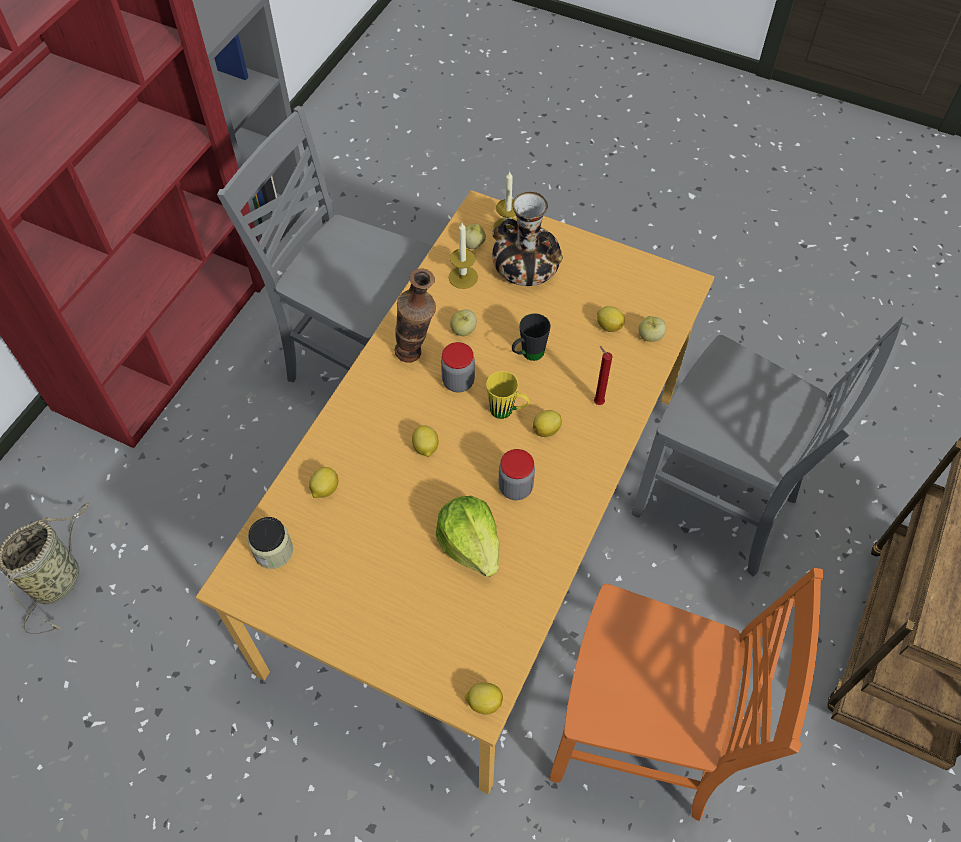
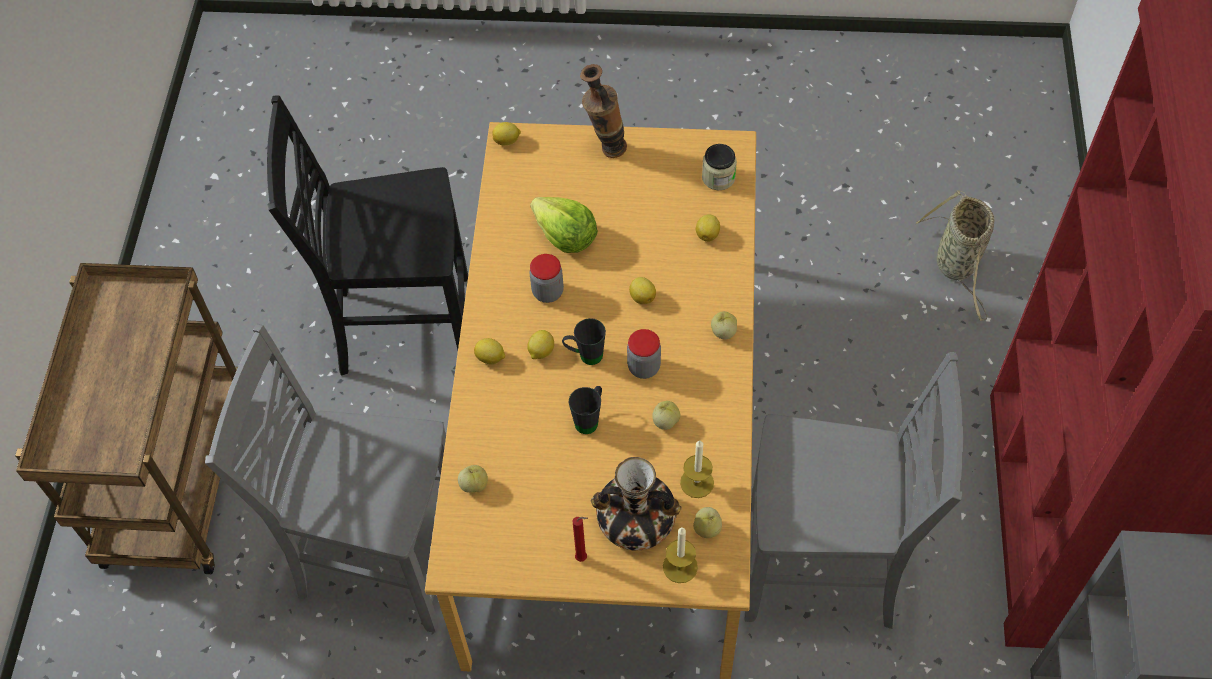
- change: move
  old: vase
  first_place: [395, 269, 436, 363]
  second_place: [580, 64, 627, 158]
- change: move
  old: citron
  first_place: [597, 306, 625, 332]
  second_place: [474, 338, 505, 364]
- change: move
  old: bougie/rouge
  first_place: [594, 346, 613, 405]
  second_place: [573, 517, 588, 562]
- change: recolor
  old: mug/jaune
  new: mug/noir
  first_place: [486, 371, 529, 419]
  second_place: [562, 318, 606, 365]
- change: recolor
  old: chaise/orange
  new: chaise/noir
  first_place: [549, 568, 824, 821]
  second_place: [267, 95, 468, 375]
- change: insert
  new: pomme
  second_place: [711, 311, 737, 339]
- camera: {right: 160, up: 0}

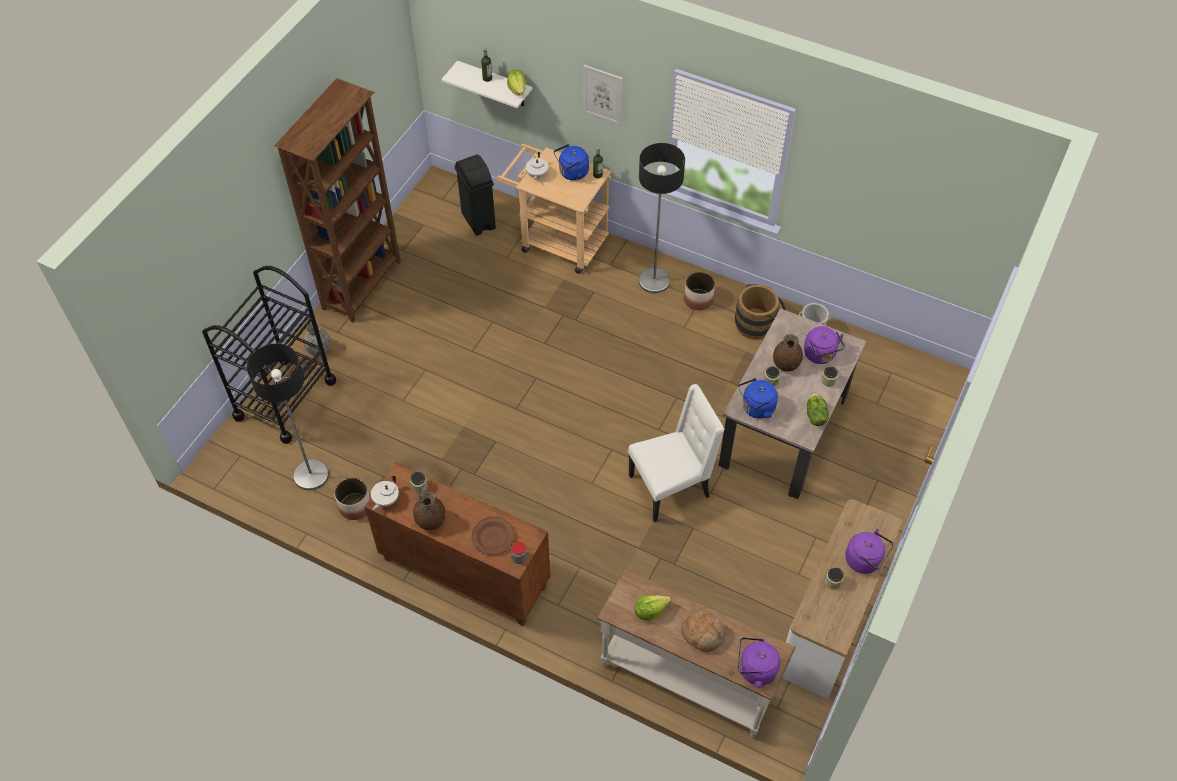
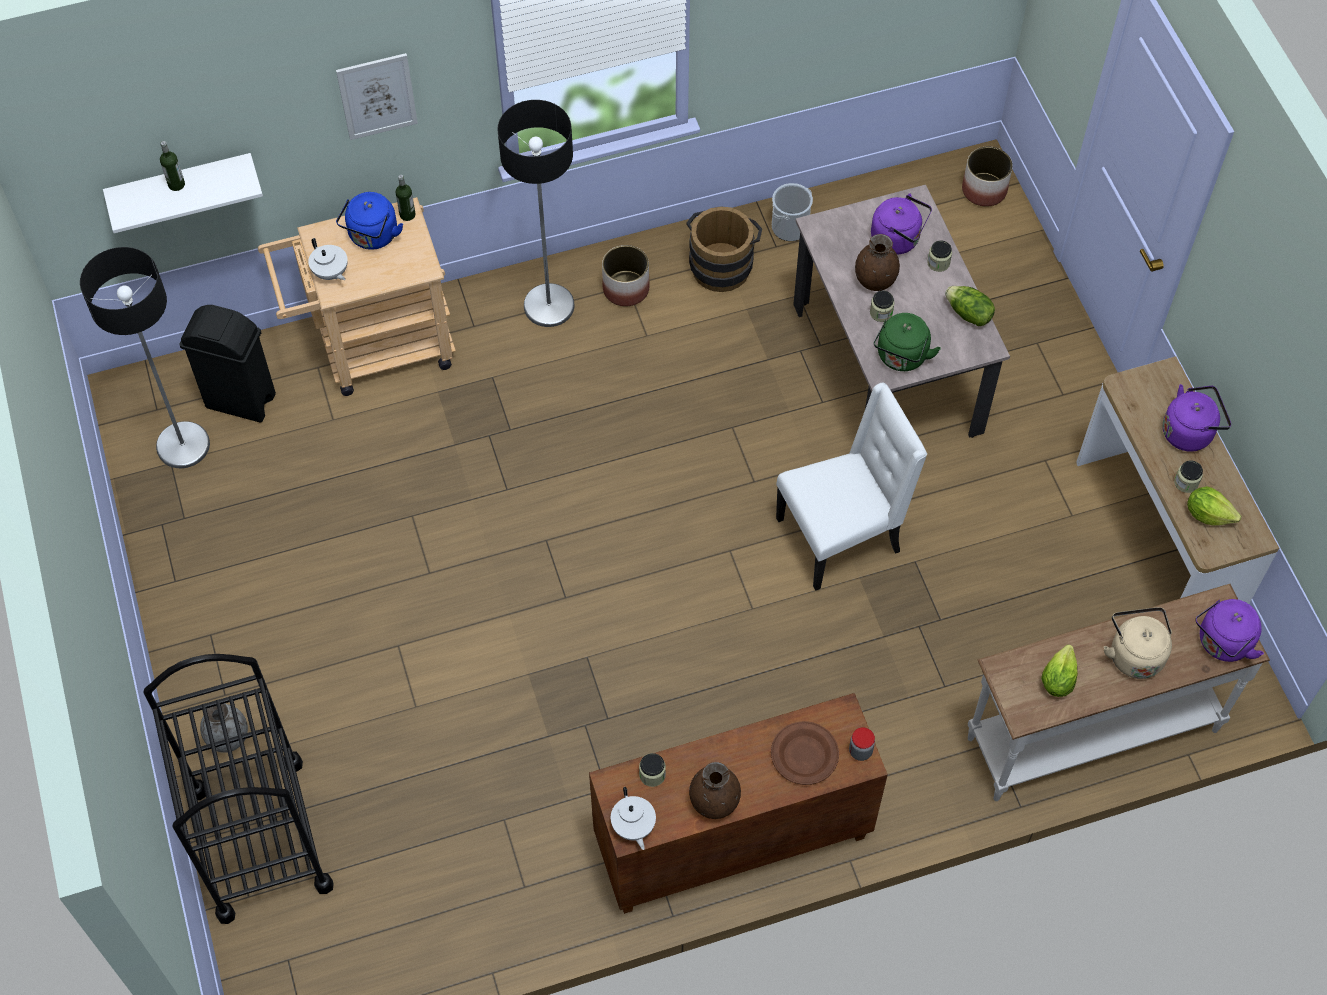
- change: move
  old: laitue
  first_place: [507, 70, 526, 96]
  second_place: [1187, 486, 1241, 526]
- change: delete
  old: bibliothèque/marron
  first_place: [274, 78, 401, 323]
- change: move
  old: lampadaire
  first_place: [247, 344, 329, 490]
  second_place: [80, 247, 210, 468]
- change: recolor
  old: bouilloire/bleu
  new: bouilloire/vert
  first_place: [738, 378, 778, 419]
  second_place: [874, 313, 941, 371]
- change: rotate
  old: chaise/blanc
  first_place: [628, 384, 725, 522]
  second_place: [776, 383, 927, 591]
  degrees: 45
- change: move
  old: cache-pot
  first_place: [334, 477, 370, 520]
  second_place: [962, 146, 1013, 207]
- change: replace
  old: pain
  new: bouilloire/beige
  first_place: [681, 611, 726, 652]
  second_place: [1104, 607, 1172, 679]
- camera: {right: -45, up: 5}

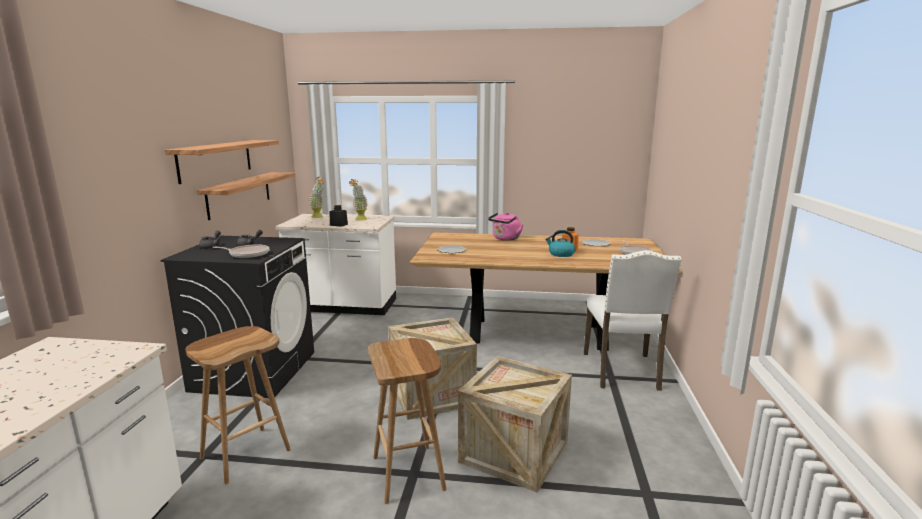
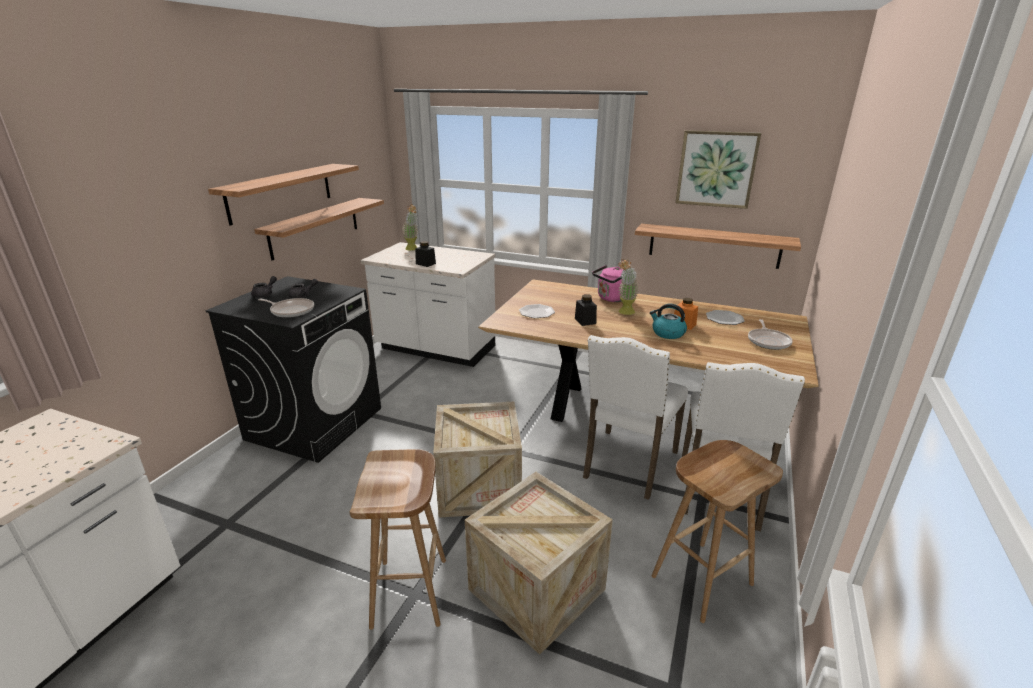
- change: move
  old: plante en pot
  first_place: [349, 179, 367, 221]
  second_place: [618, 259, 639, 315]
- change: move
  old: tabouret/marron
  first_place: [185, 326, 291, 484]
  second_place: [652, 440, 783, 623]
- change: insert
  new: tableau
  second_place: [675, 130, 761, 209]
- change: insert
  new: étagère
  second_place: [635, 224, 801, 269]
- change: insert
  new: bocal/noir
  second_place: [575, 294, 597, 326]
- change: insert
  new: chaise/blanc
  second_place: [583, 335, 688, 500]
- camera: {right: 15, up: 10}

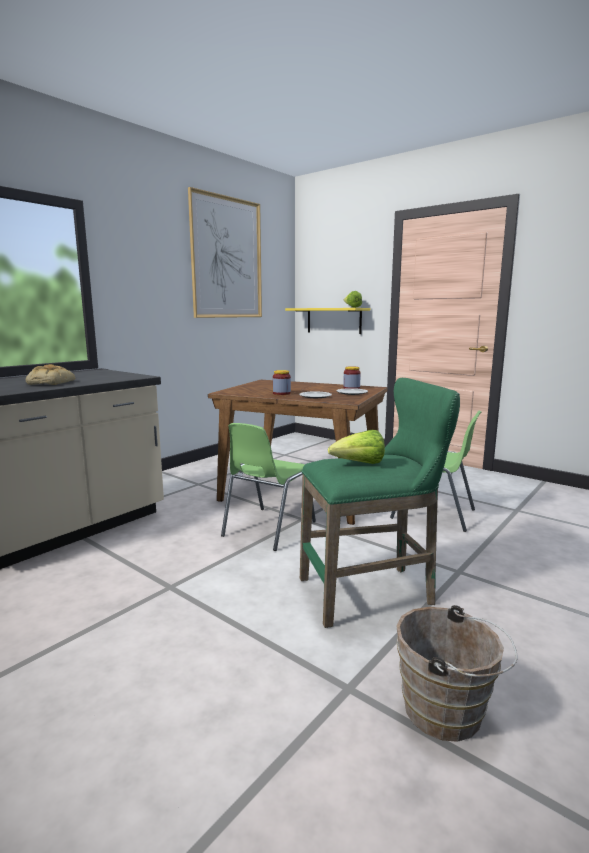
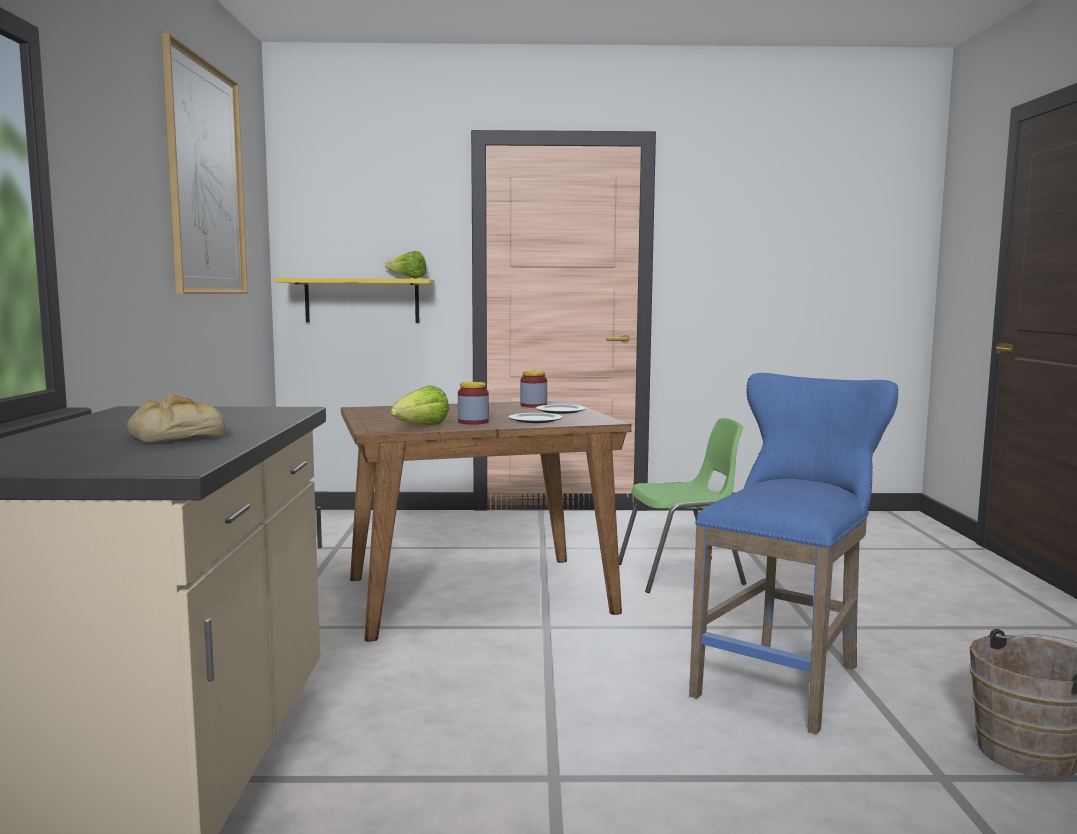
- change: recolor
  old: tabouret/vert
  new: tabouret/bleu
  first_place: [300, 378, 460, 628]
  second_place: [689, 373, 898, 735]
- change: delete
  old: chaise/vert
  first_place: [221, 423, 316, 551]
- change: move
  old: laitue
  first_place: [328, 430, 385, 464]
  second_place: [391, 385, 449, 426]
- camera: {right: -40, up: -5}

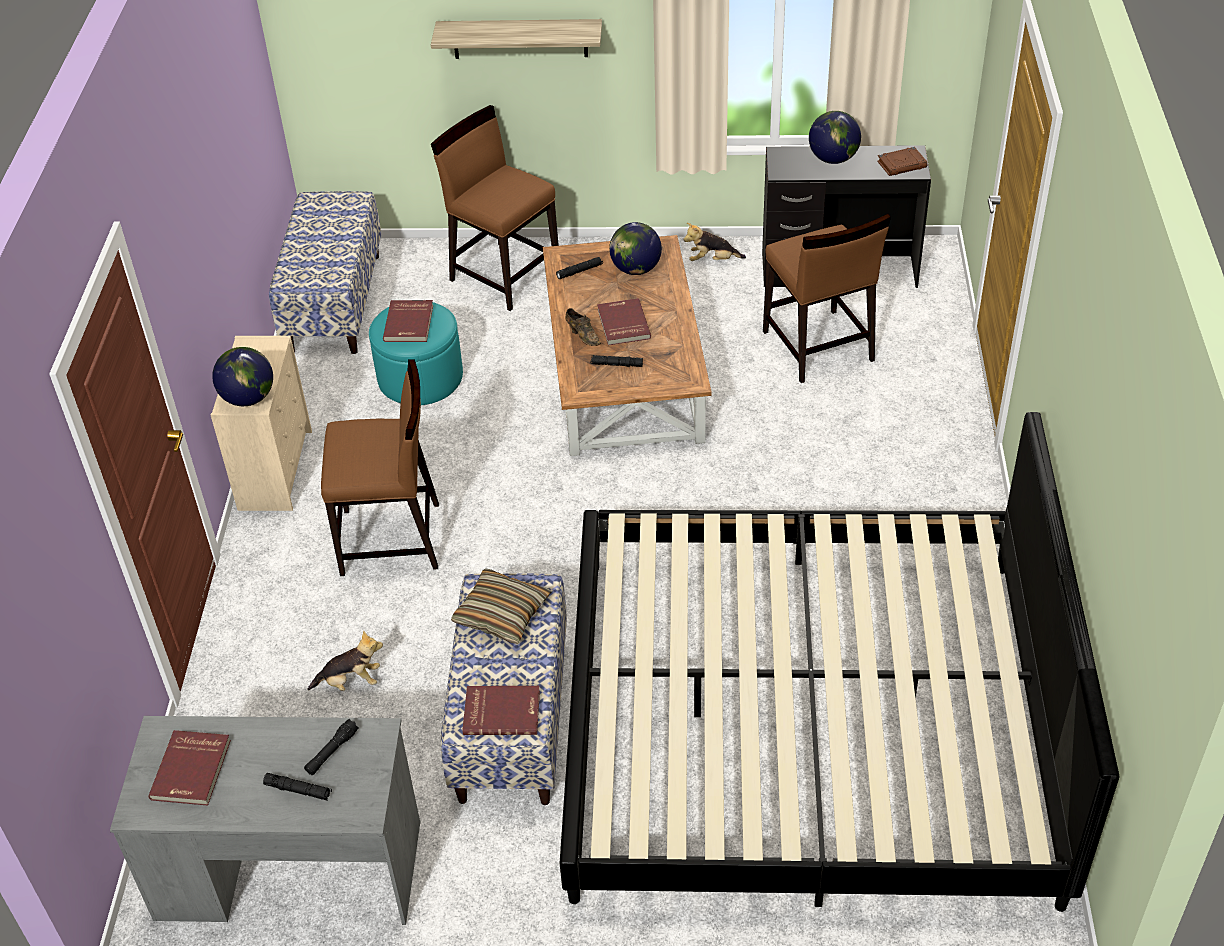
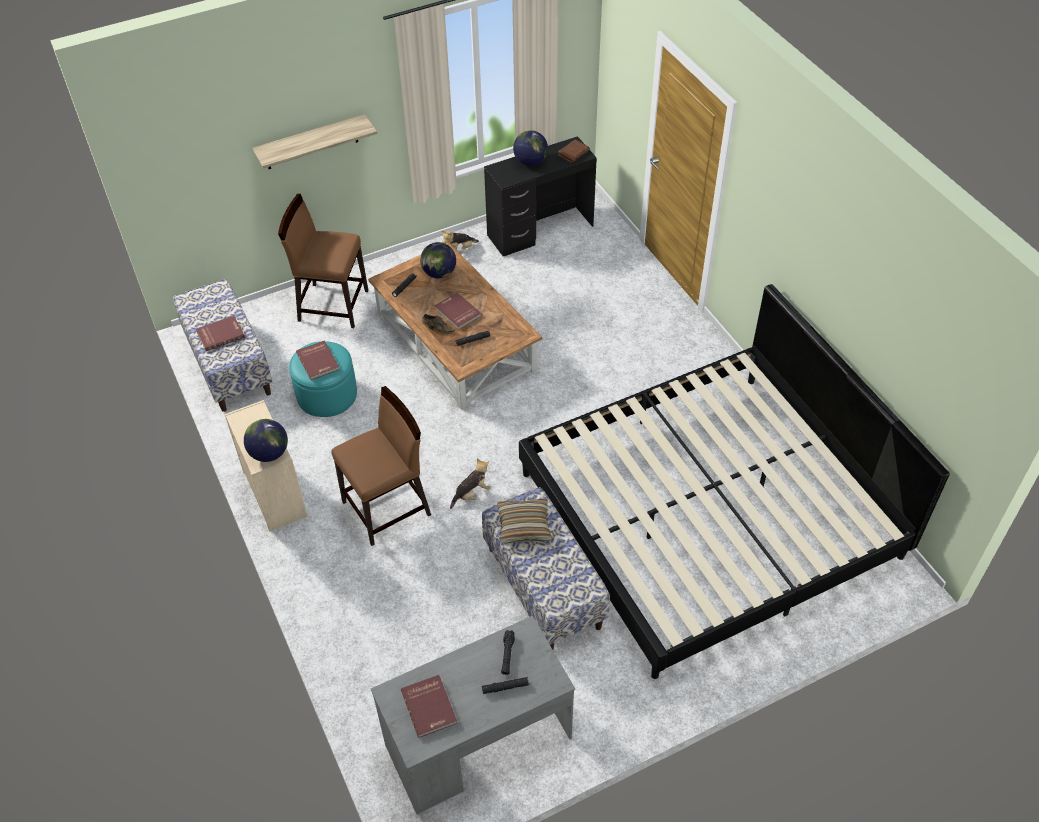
- change: delete
  old: chaise/marron
  first_place: [763, 214, 891, 383]
- change: move
  old: peluche
  first_place: [308, 630, 383, 691]
  second_place: [450, 458, 491, 509]
- change: move
  old: livre/rouge
  first_place: [462, 686, 540, 735]
  second_place: [196, 316, 245, 351]
- camera: {right: -30, up: 5}

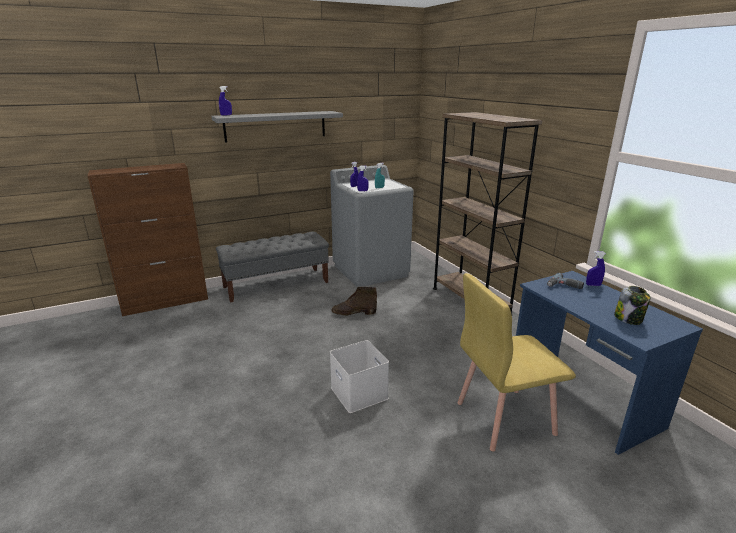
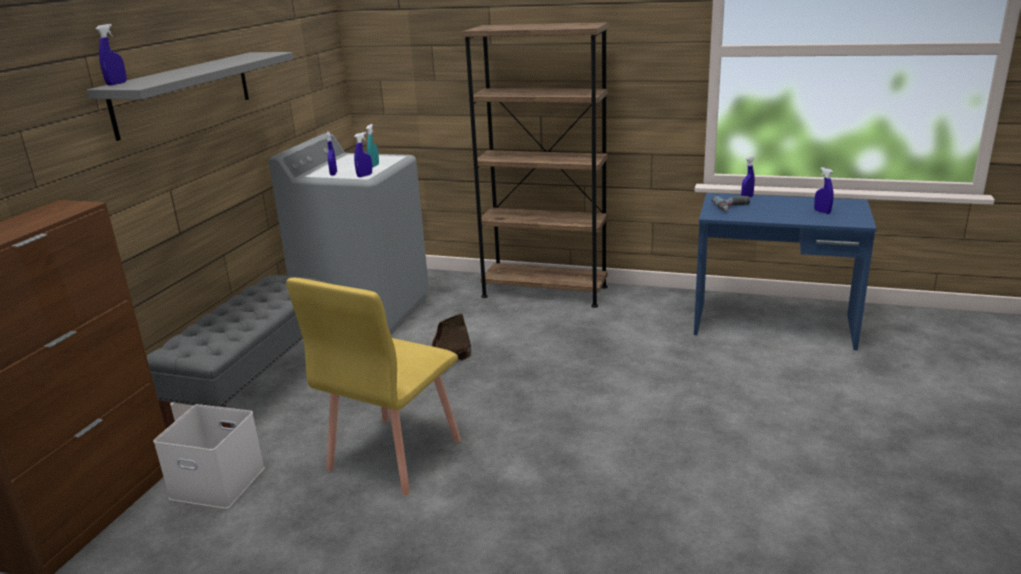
- change: move
  old: chaise/jaune
  first_place: [457, 273, 576, 451]
  second_place: [286, 278, 461, 496]
- change: replace
  old: bocal
  new: vaporisateur/bleu
  first_place: [614, 286, 650, 325]
  second_place: [814, 167, 834, 214]
- change: move
  old: boîte de rangement/blanc
  first_place: [330, 340, 389, 413]
  second_place: [153, 404, 265, 509]
- camera: {right: -45, up: 0}

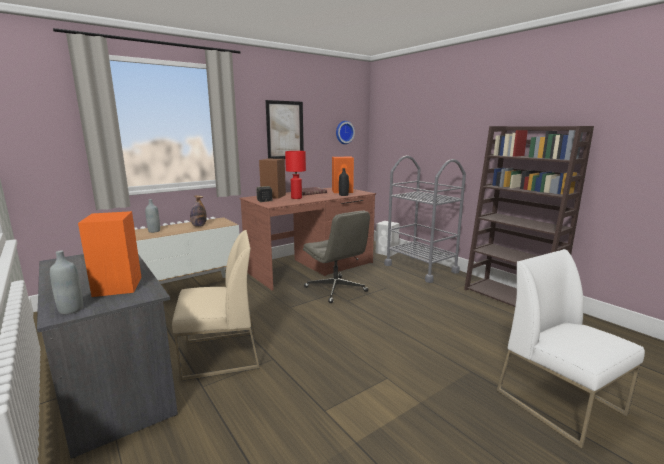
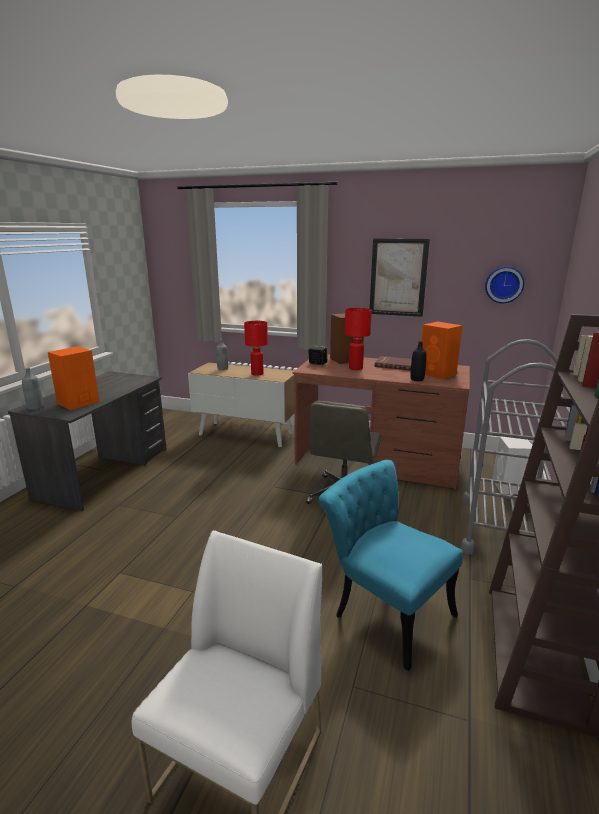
- change: replace
  old: bouteille
  new: lampe de table/rouge
  first_place: [190, 195, 207, 227]
  second_place: [244, 321, 268, 376]
- change: delete
  old: chaise/beige
  first_place: [172, 230, 260, 381]
- change: insert
  new: chaise/turquoise
  second_place: [318, 460, 463, 671]
- camera: {right: 55, up: 5}

